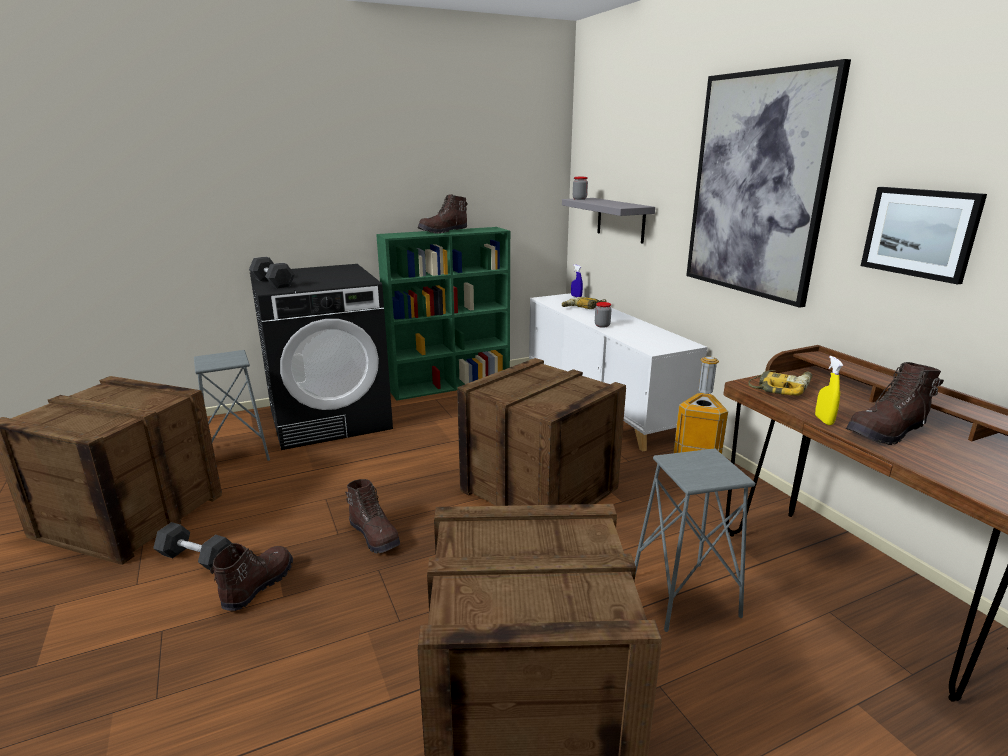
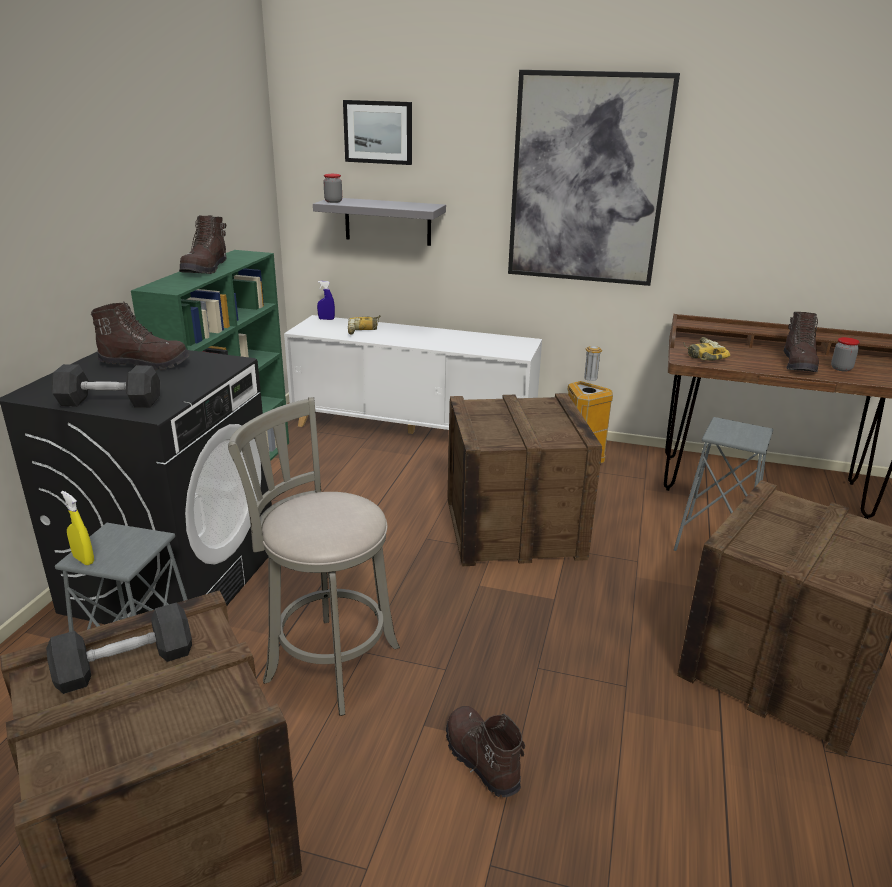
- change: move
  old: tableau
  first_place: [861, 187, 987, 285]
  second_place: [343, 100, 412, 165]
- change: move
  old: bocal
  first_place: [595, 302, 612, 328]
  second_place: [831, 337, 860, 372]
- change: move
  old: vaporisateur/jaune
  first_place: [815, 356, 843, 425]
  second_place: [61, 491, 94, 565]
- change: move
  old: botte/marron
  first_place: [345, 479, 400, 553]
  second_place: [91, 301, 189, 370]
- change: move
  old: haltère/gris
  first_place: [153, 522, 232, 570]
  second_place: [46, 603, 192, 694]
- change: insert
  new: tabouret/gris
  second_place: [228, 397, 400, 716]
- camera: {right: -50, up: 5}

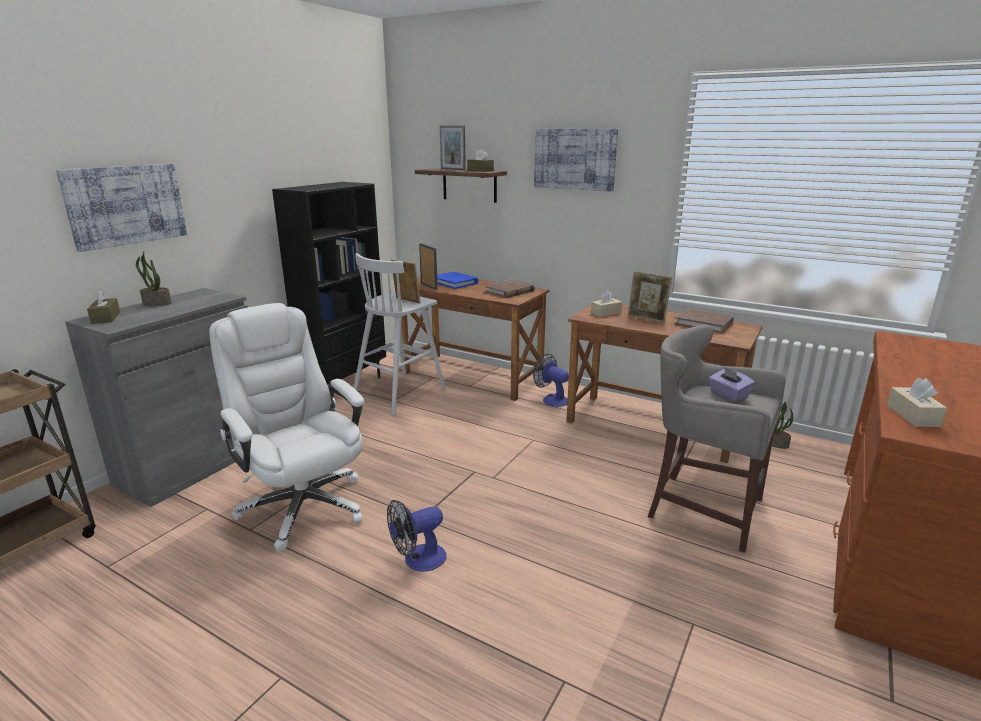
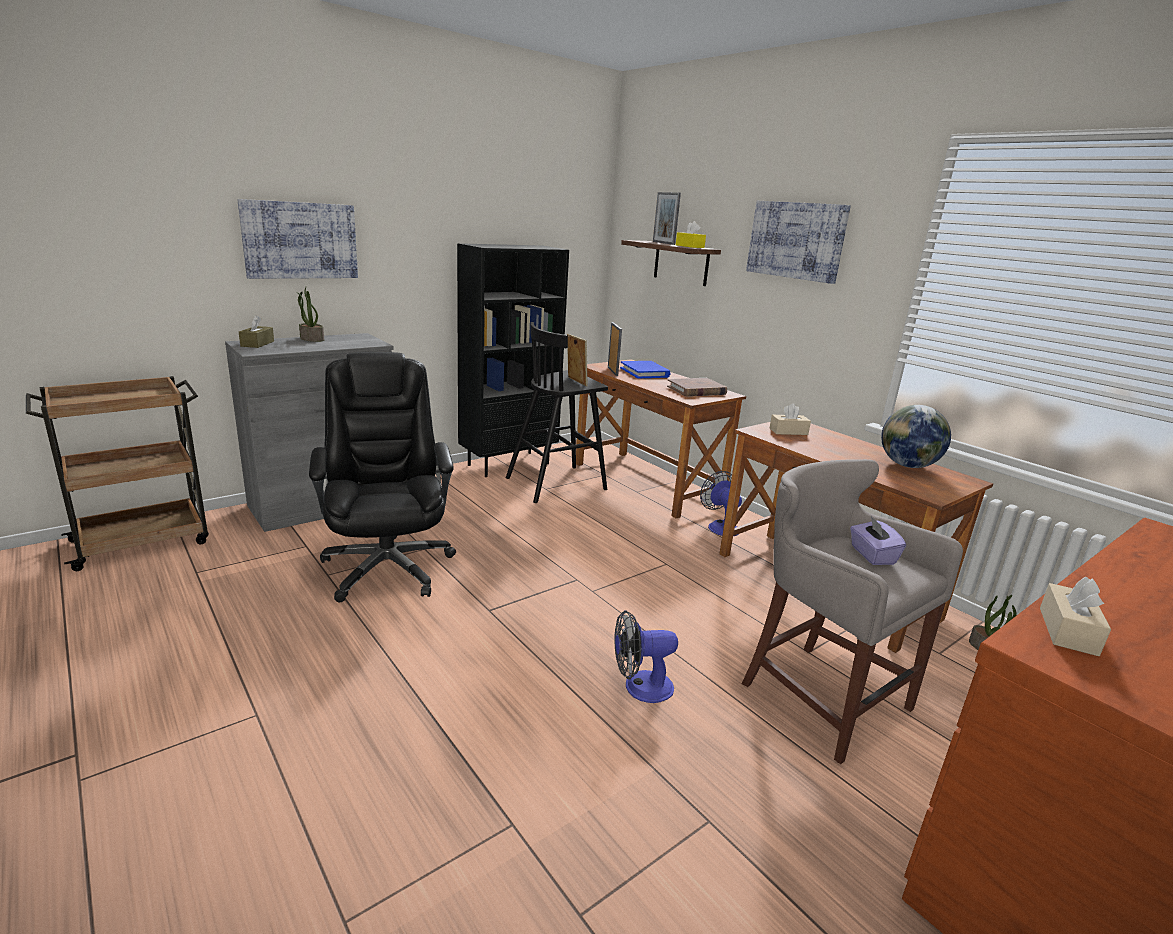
- change: recolor
  old: boîte à mouchoirs/marron
  new: boîte à mouchoirs/jaune
  first_place: [467, 149, 494, 172]
  second_place: [676, 221, 706, 248]
- change: recolor
  old: tabouret/blanc
  new: tabouret/noir
  first_place: [354, 253, 445, 415]
  second_place: [506, 322, 608, 503]
- change: delete
  old: cadre photo
  first_place: [628, 271, 672, 323]
- change: recolor
  old: chaise de bureau/blanc
  new: chaise de bureau/noir
  first_place: [209, 303, 364, 552]
  second_place: [309, 352, 456, 602]
- change: replace
  old: livre/marron
  new: globe
  first_place: [674, 308, 734, 333]
  second_place: [881, 405, 951, 468]
- change: move
  old: ventilateur
  first_place: [387, 500, 446, 572]
  second_place: [614, 610, 678, 703]
- camera: {right: 20, up: 0}

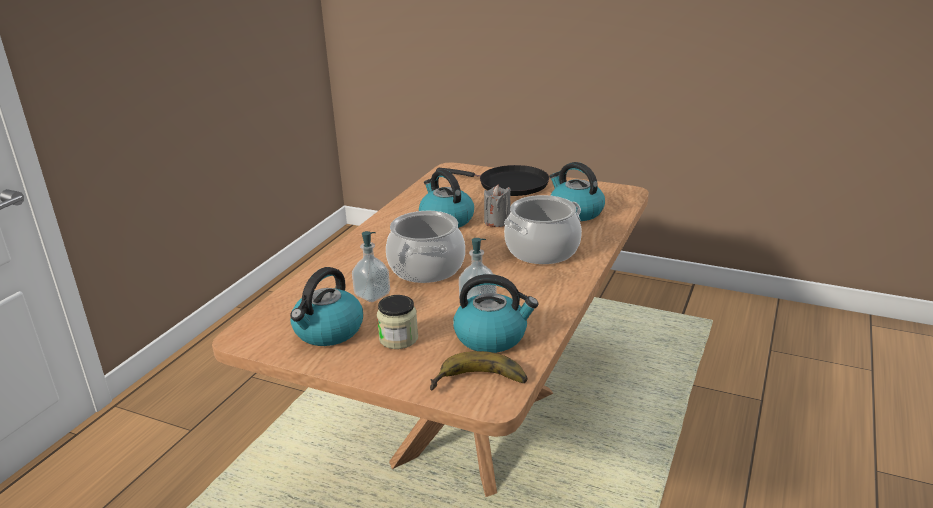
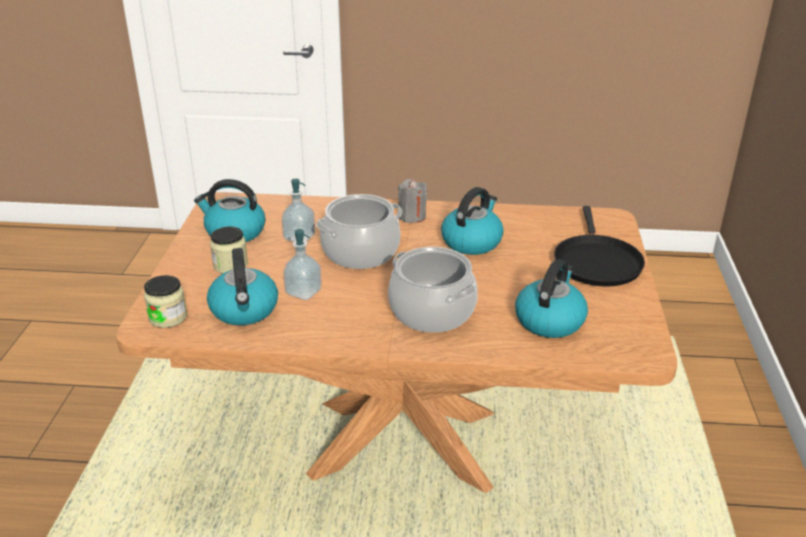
- change: move
  old: bougie/gris
  first_place: [484, 185, 511, 227]
  second_place: [398, 179, 428, 223]
- change: replace
  old: banane
  new: bocal
  first_place: [430, 351, 527, 391]
  second_place: [144, 275, 187, 328]
- camera: {right: 70, up: 5}

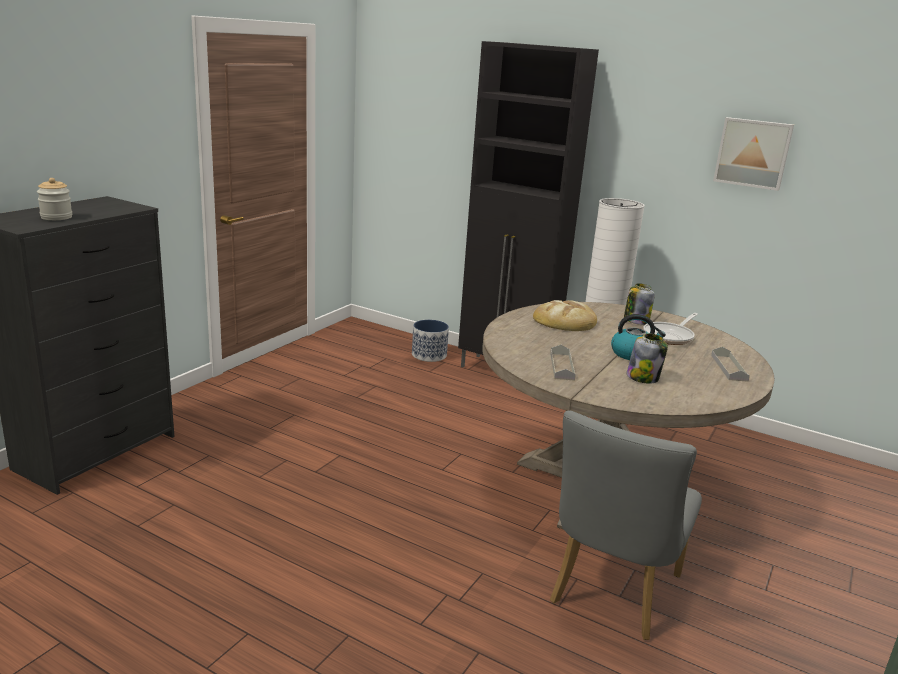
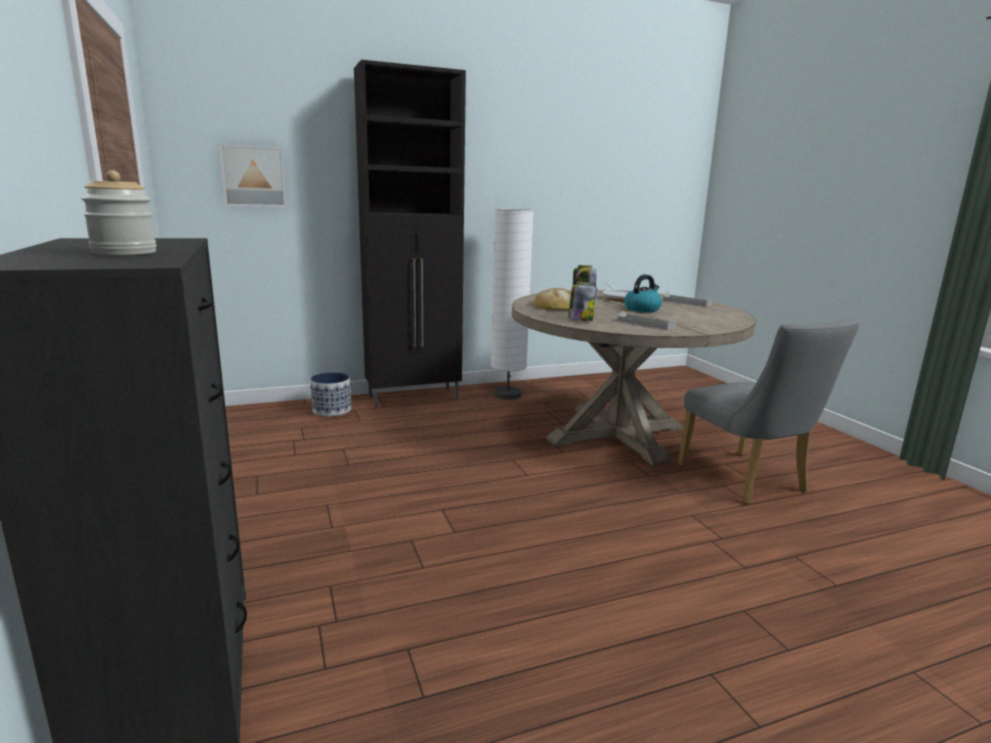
- change: move
  old: tableau
  first_place: [713, 117, 794, 191]
  second_place: [219, 144, 287, 207]
- change: move
  old: bocal
  first_place: [626, 333, 668, 384]
  second_place: [568, 281, 597, 321]
- camera: {right: -50, up: -5}

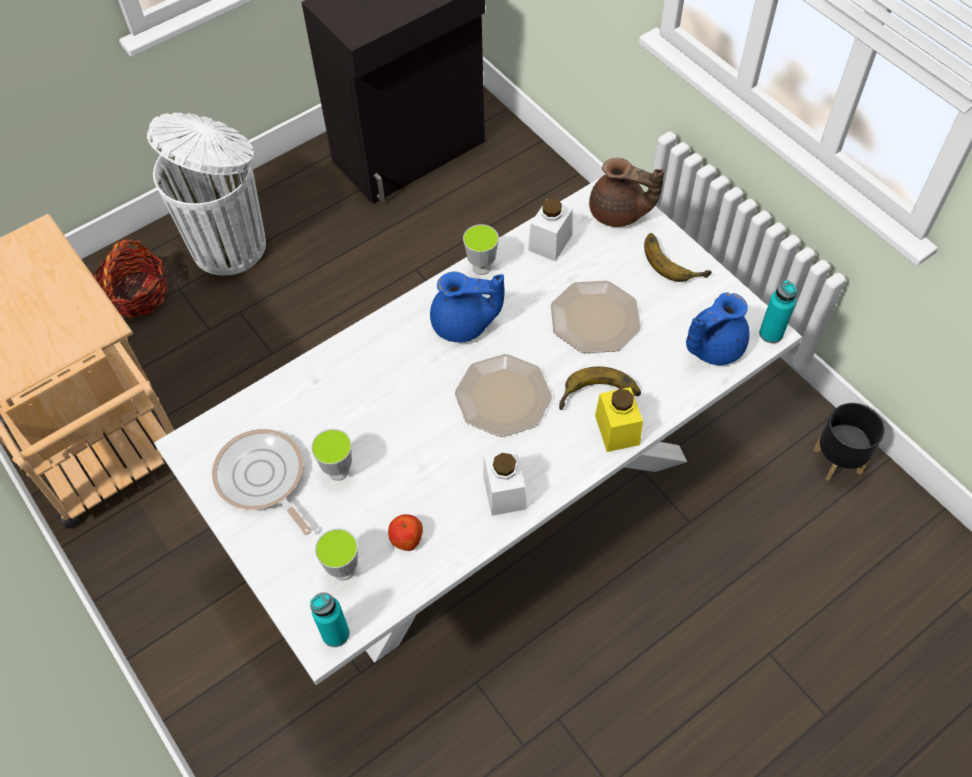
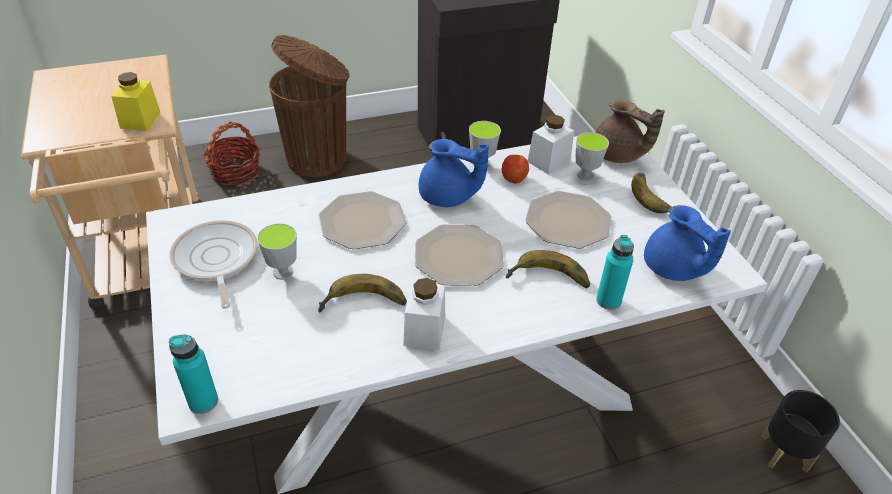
- change: recolor
  old: poubelle/blanc
  new: poubelle/marron
  first_place: [147, 113, 266, 276]
  second_place: [269, 35, 350, 177]
- change: move
  old: bouteille/turquoise
  first_place: [759, 280, 797, 343]
  second_place: [596, 235, 634, 310]
- change: rotate
  old: théière/bleu
  first_place: [686, 292, 750, 365]
  second_place: [644, 205, 731, 281]
  degrees: -105
- change: move
  old: bocal/jaune
  first_place: [595, 387, 643, 452]
  second_place: [111, 72, 160, 131]
- change: move
  old: pomme
  first_place: [388, 514, 423, 551]
  second_place: [502, 155, 529, 184]
- change: move
  old: tasse
  first_place: [315, 529, 358, 581]
  second_place: [575, 132, 609, 181]
- change: insert
  new: assiette
  second_place: [318, 191, 406, 249]
- change: insert
  new: banane
  second_place: [318, 274, 407, 312]
- camera: {right: 15, up: -15}

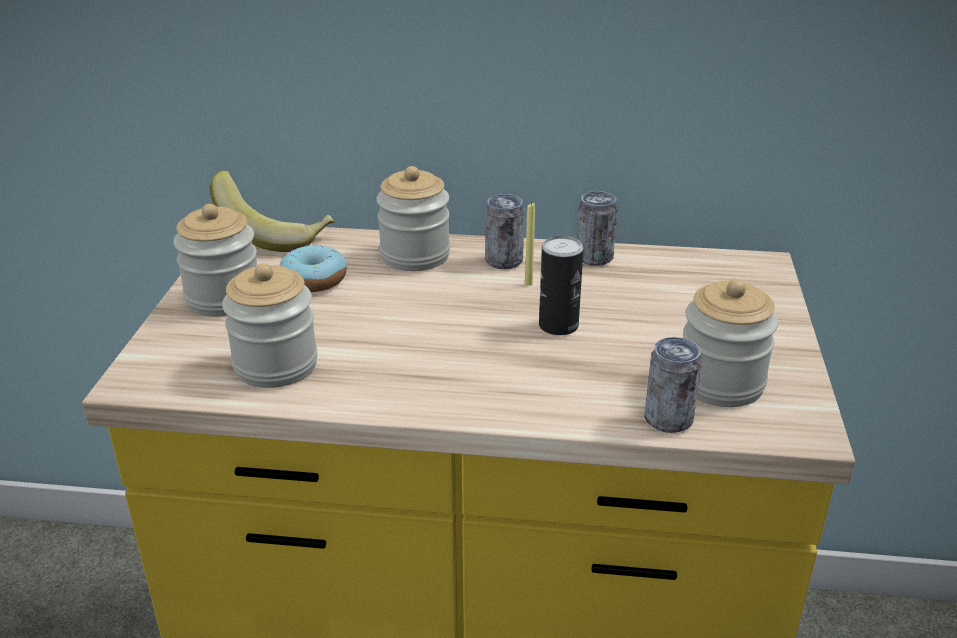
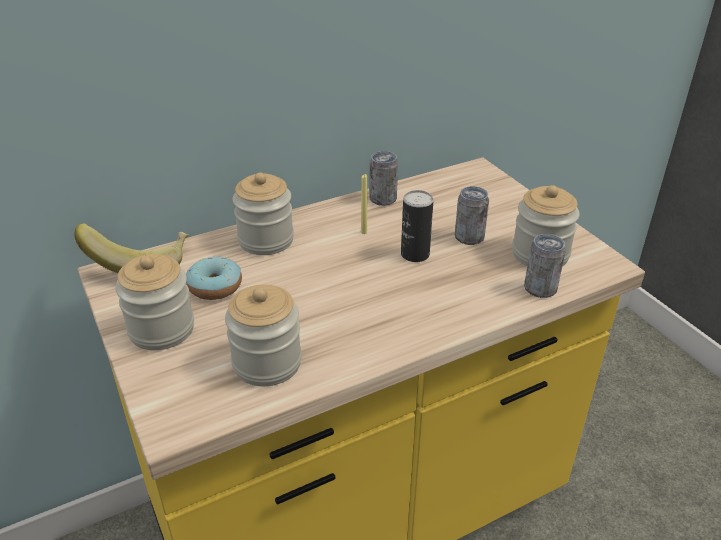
- change: move
  old: boîte métallique
  first_place: [485, 194, 524, 269]
  second_place: [455, 186, 489, 245]
- camera: {right: -35, up: 5}

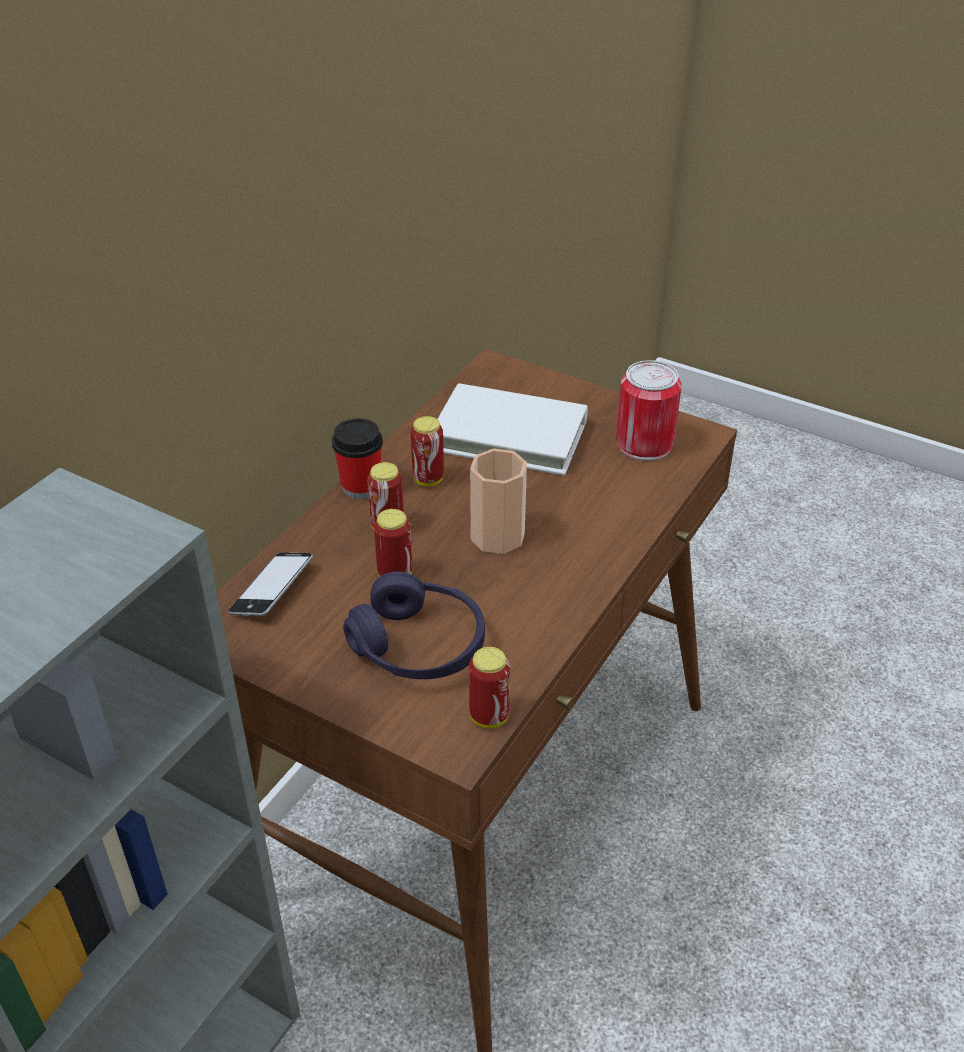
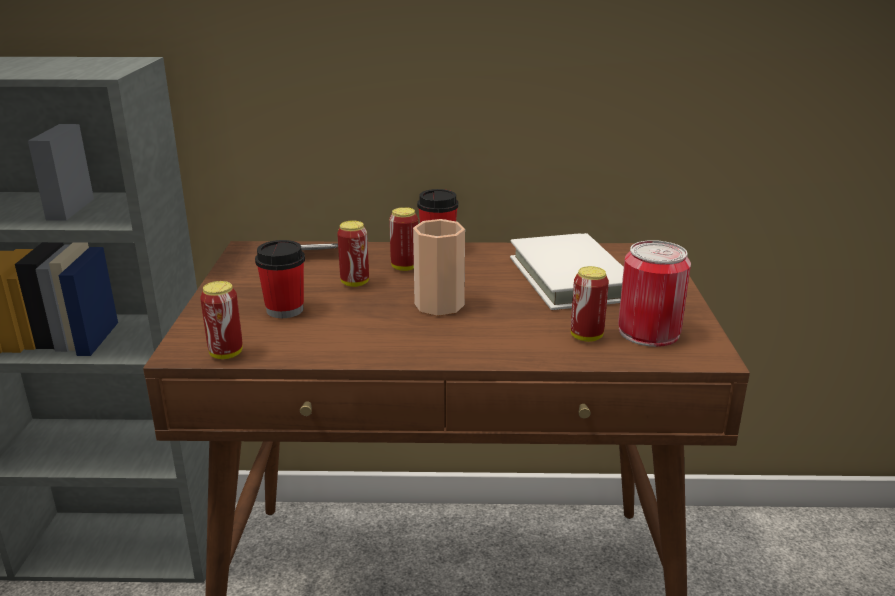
- change: move
  old: boîte métallique
  first_place: [411, 416, 444, 486]
  second_place: [571, 266, 609, 342]
- change: replace
  old: casque audio/violet
  new: tasse
  first_place: [343, 571, 485, 679]
  second_place: [255, 240, 305, 318]
- camera: {right: 60, up: -15}

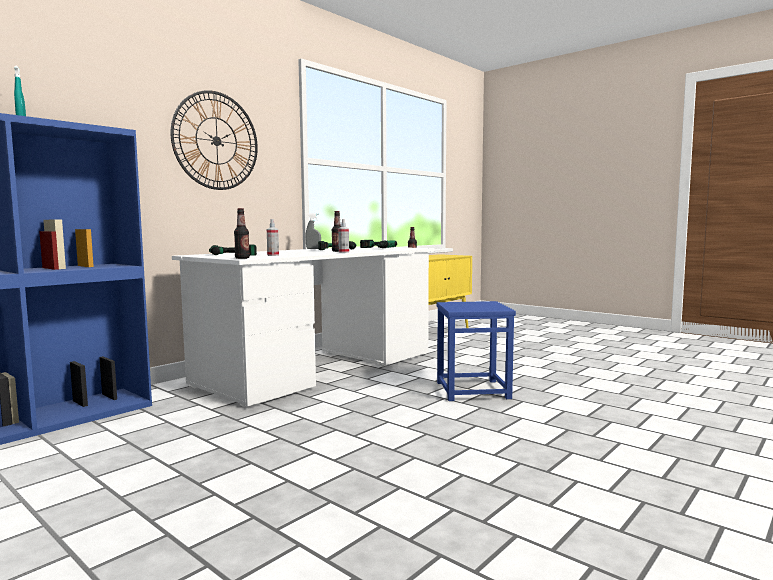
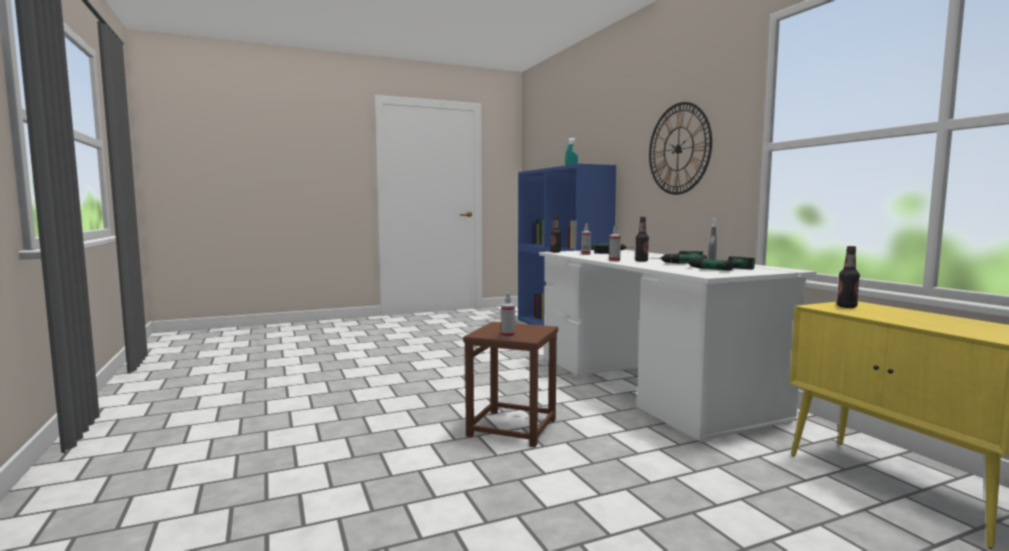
- change: recolor
  old: tabouret/bleu
  new: tabouret/marron
  first_place: [436, 301, 516, 401]
  second_place: [463, 322, 558, 447]
- change: insert
  new: vaporisateur
  second_place: [501, 293, 515, 338]
- camera: {right: 115, up: 0}

